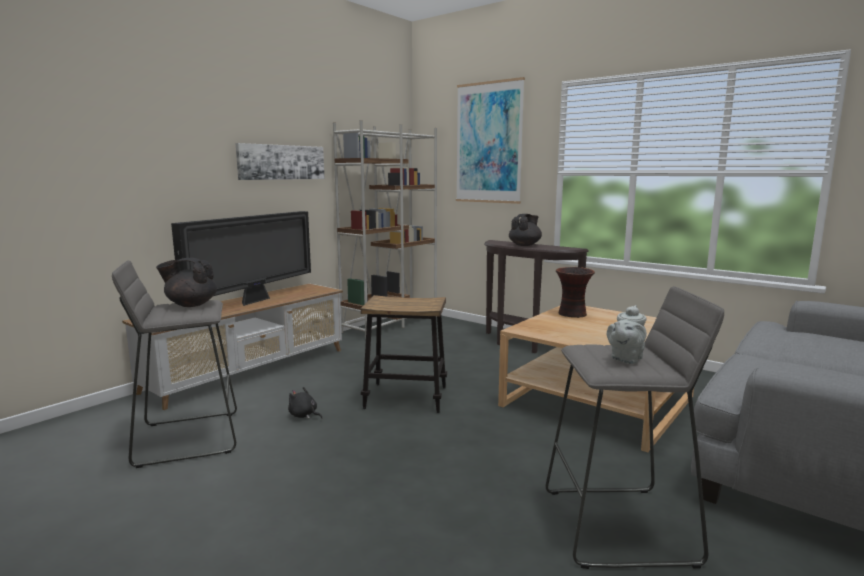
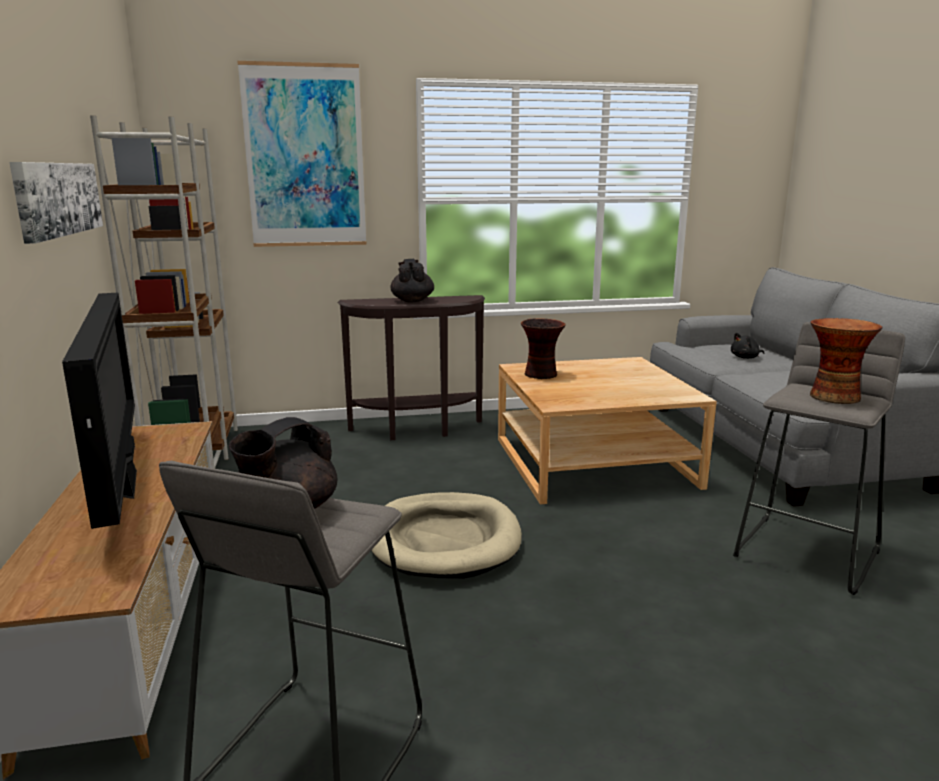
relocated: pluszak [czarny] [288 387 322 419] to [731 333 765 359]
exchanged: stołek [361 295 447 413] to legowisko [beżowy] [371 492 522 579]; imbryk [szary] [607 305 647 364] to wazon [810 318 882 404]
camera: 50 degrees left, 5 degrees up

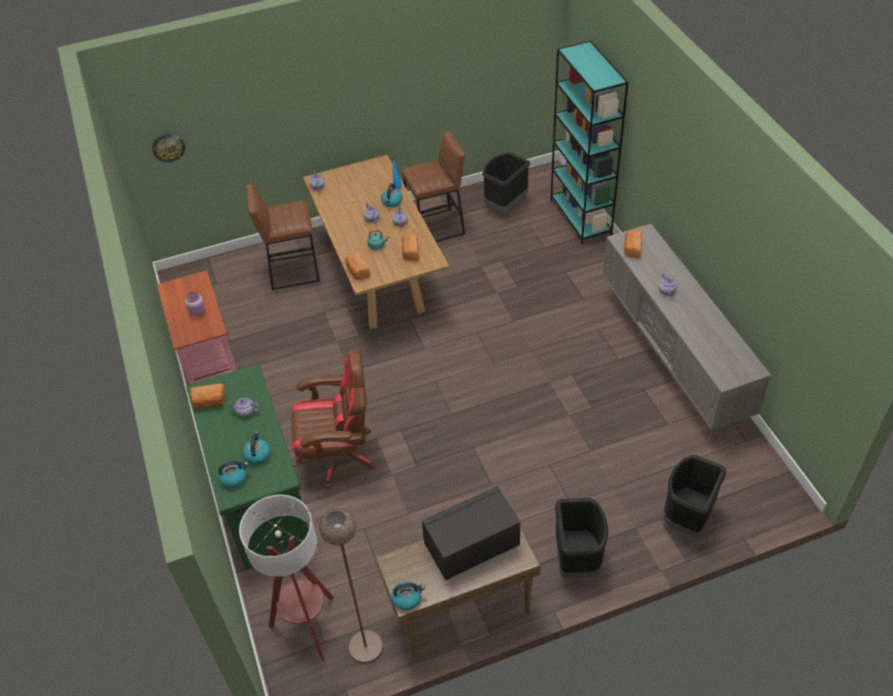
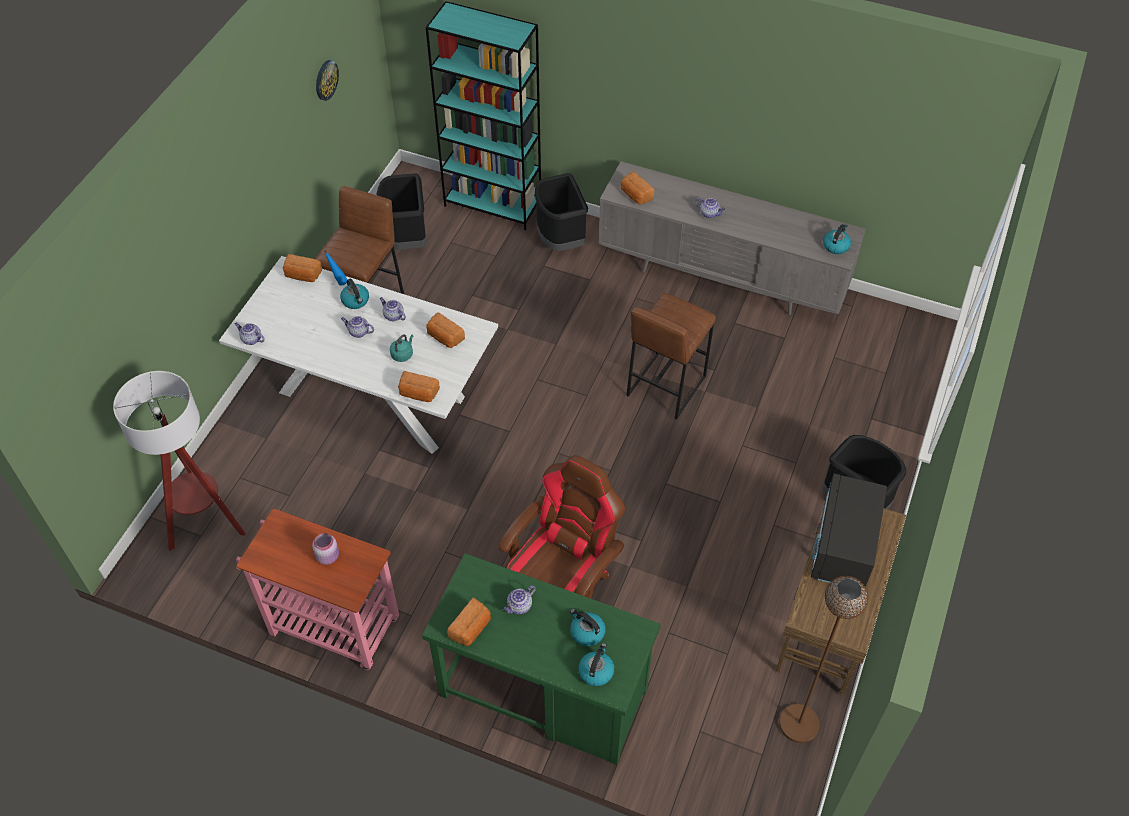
appeared: chleb [283 254 322 282]
relocated: zegar ścienny [152 134 185 162] to [316 60 339 101]; lampa stojąca [239 495 334 662] to [113 371 246 551]; stołek [brązowy] [246 184 320 290] to [626 293 716 419]; czajnik [391 581 425 611] to [823 224 851 254]; kosz na śmieci [czarny] [664 455 726 538] to [535 173 588 251]
colour: stół jadalny [brązowy] [303 155 449 329] to stół jadalny [biały] [219 256 498 454]
camera: 50 degrees left, 5 degrees up

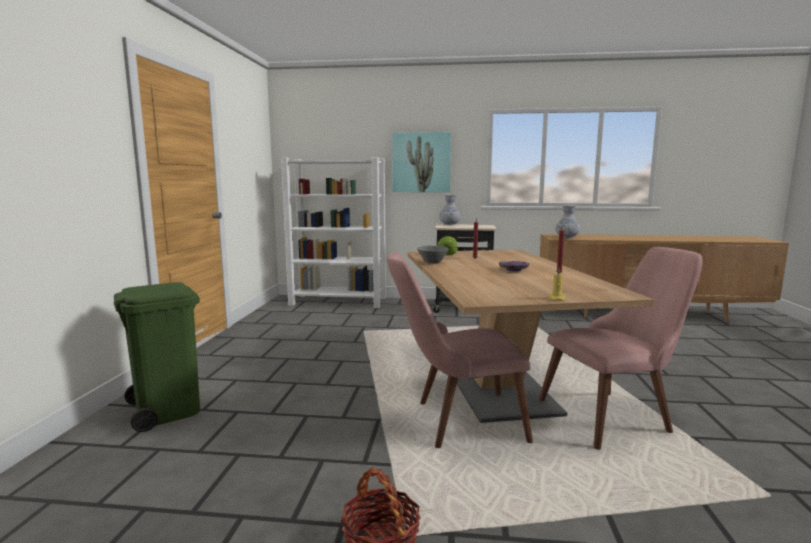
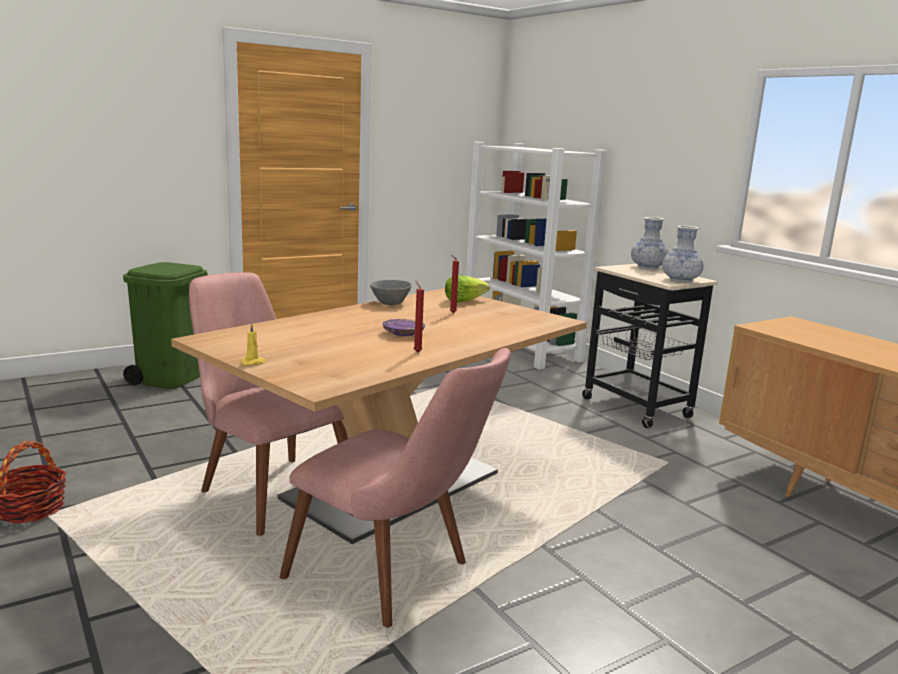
missing: obraz [392 132 451 192]
relocated: wazon [555 205 580 238] to [662 226 704 282]
camera: 50 degrees right, 5 degrees up

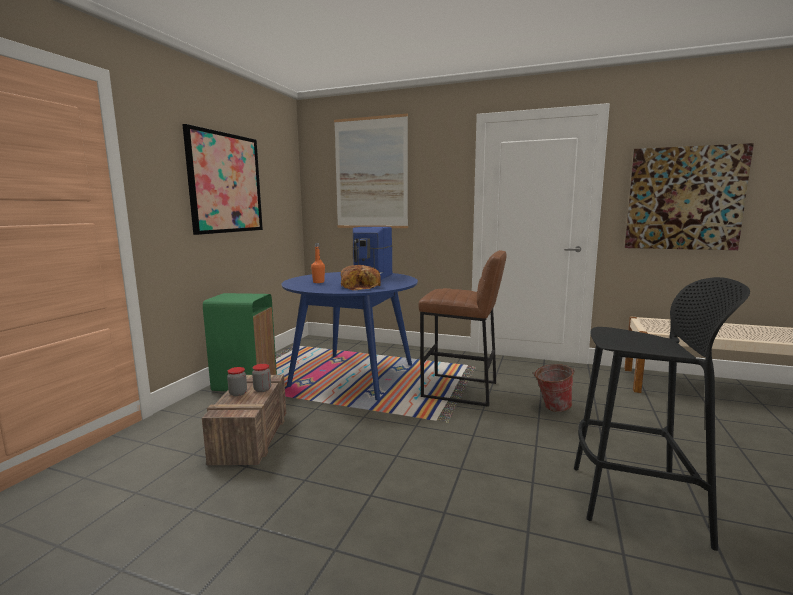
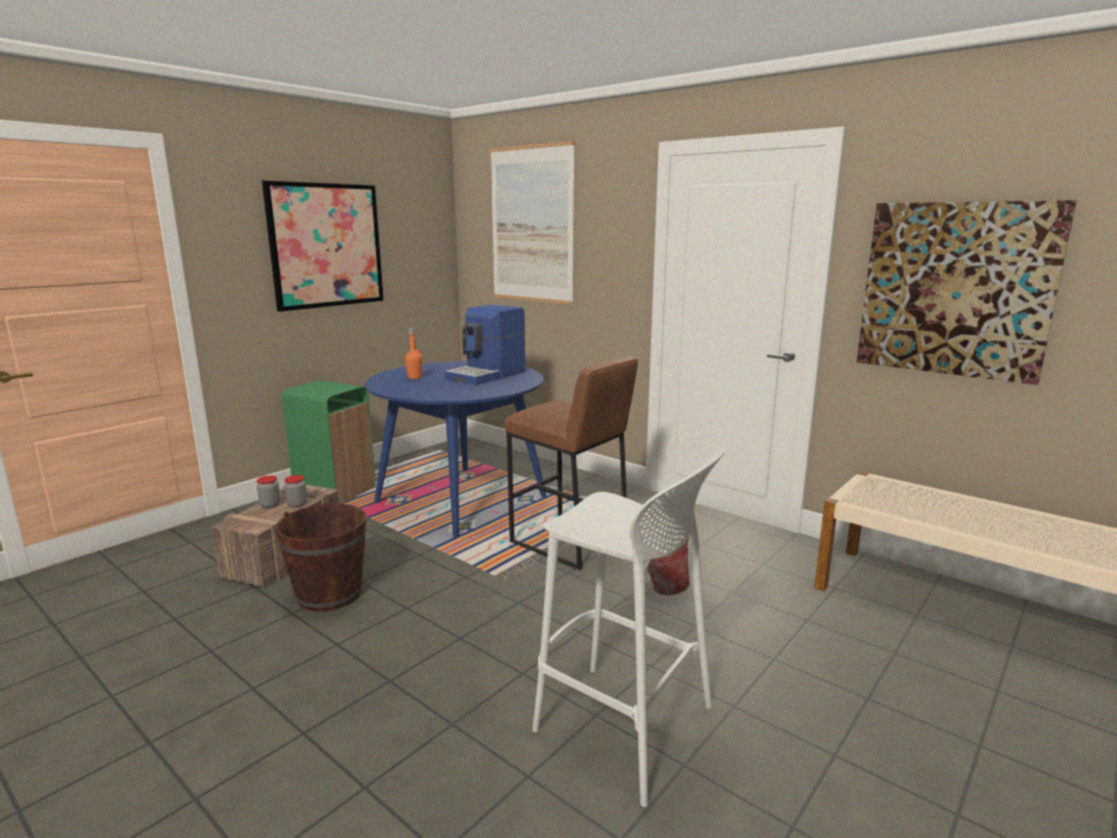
missing: chleb [340 265 381 290]
appeared: wiadro [brązowy] [275 504 367 612]
colour: stołek [czarny] [574 277 750 551] to stołek [biały] [532 448 727 807]
camera: 20 degrees right, 5 degrees up

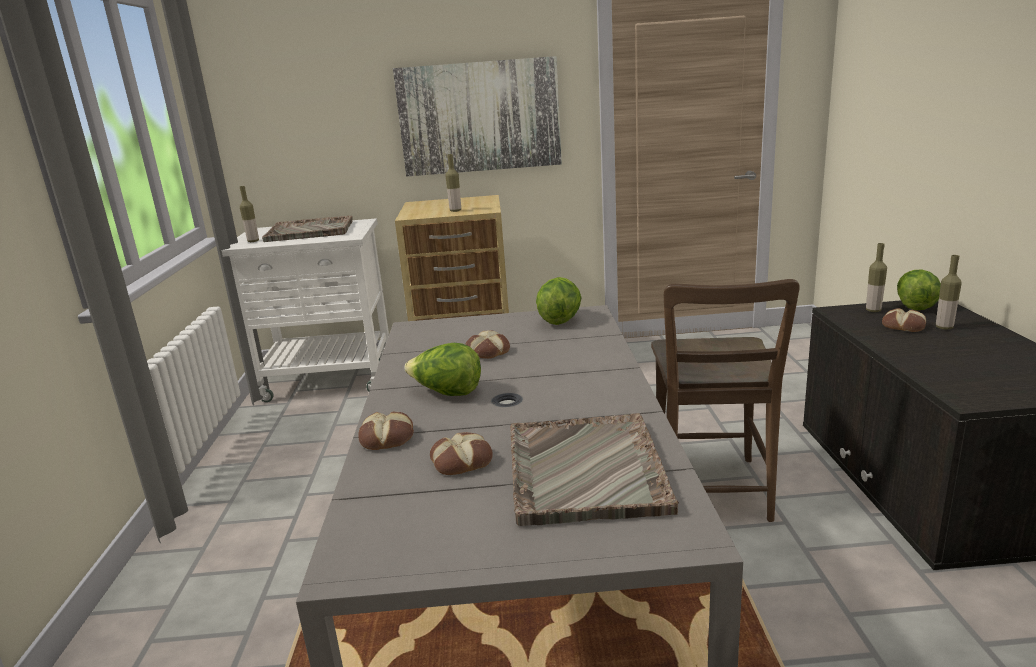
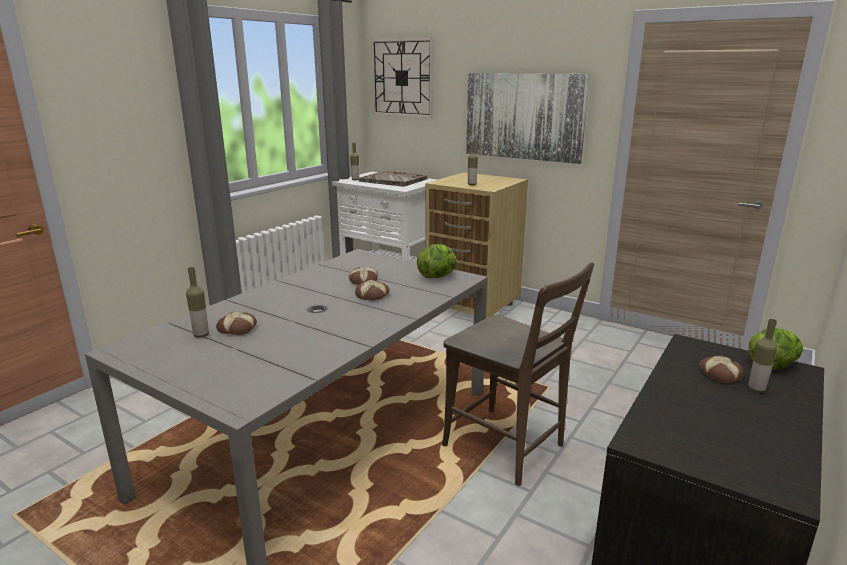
missing: sałata [404 343 481 396]; taca [szary] [510 413 679 526]
appeared: zegar ścienny [371 37 434 118]
relocated: chleb [358 412 414 450] to [355 280 389 301]; butelka [866 243 887 312] to [186 267 209 337]
spun: krzesło [brązowy] [651 279 800 522] = [442 262 594 486] 90 degrees counterclockwise
camera: 35 degrees right, 0 degrees up

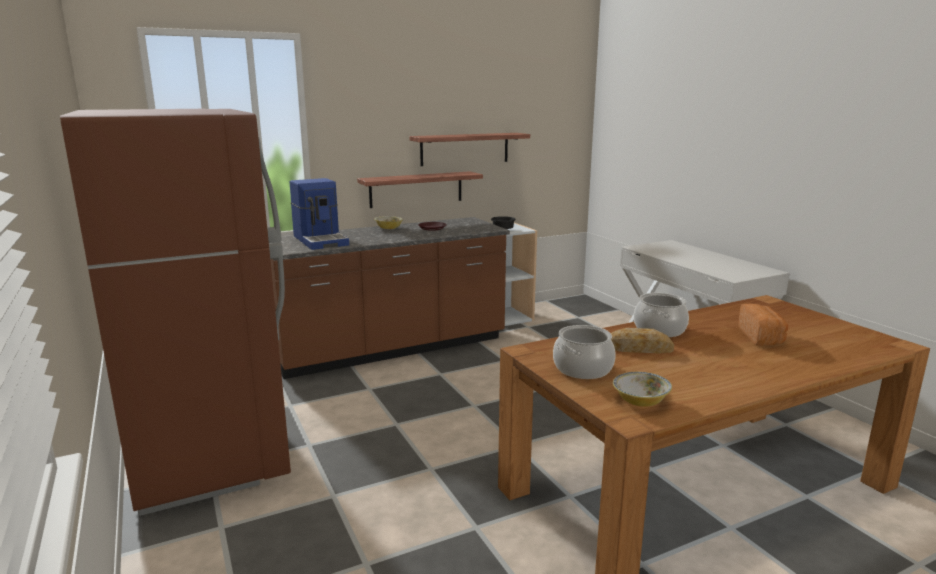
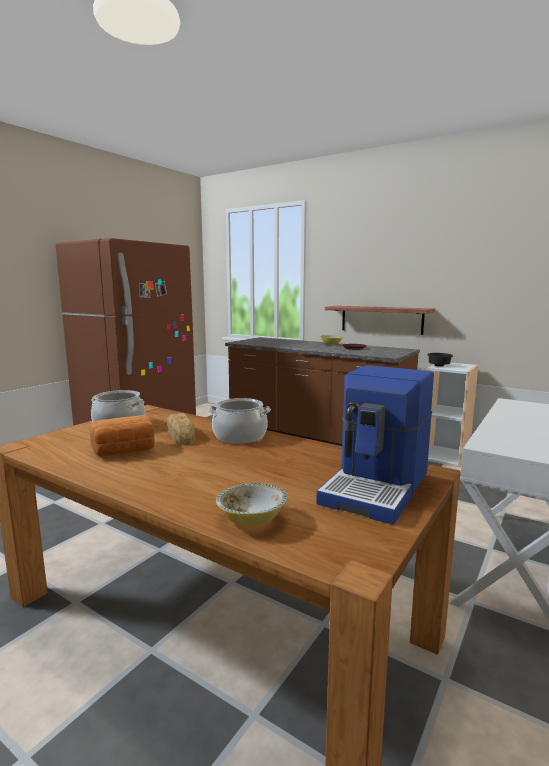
missing: półka [409 133 530 166]
relocated: ekspres do kawy [290 178 349 250] to [316 365 434 525]; miska [613 372 672 407] to [216 483 288 526]; chleb [739 304 788 346] to [89 415 155 457]
camera: 60 degrees right, 5 degrees down

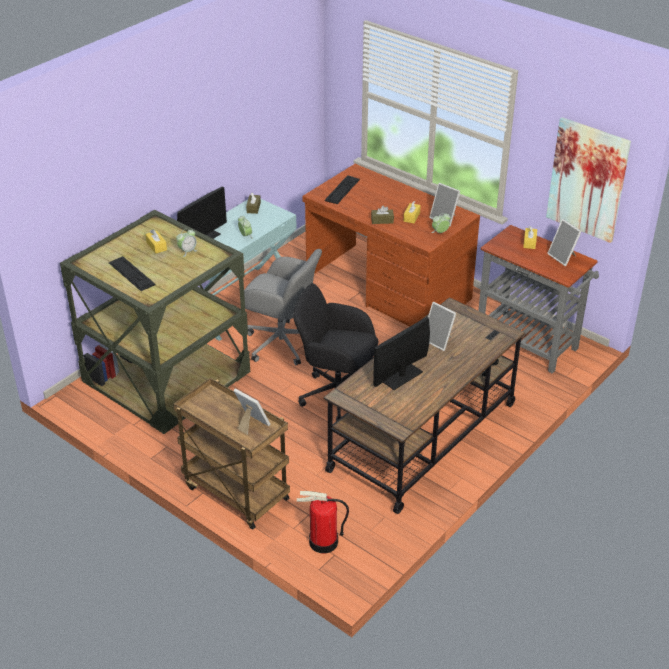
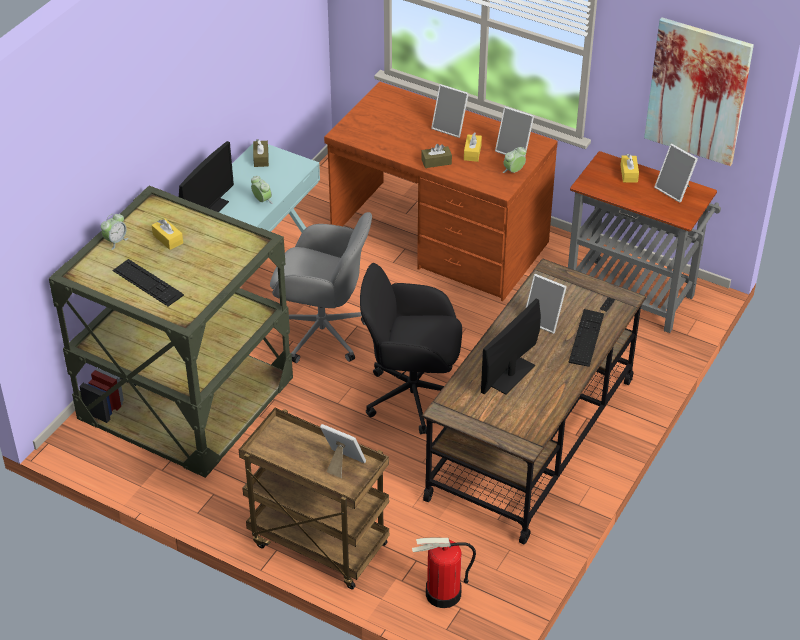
appeared: ramka na zdjęcie [431 84 469 138]
relocated: budzik [176 229 198 257] to [101 214 128 250]; klawiatura [325 175 360 204] to [569 309 604 367]
camera: 10 degrees left, 5 degrees up

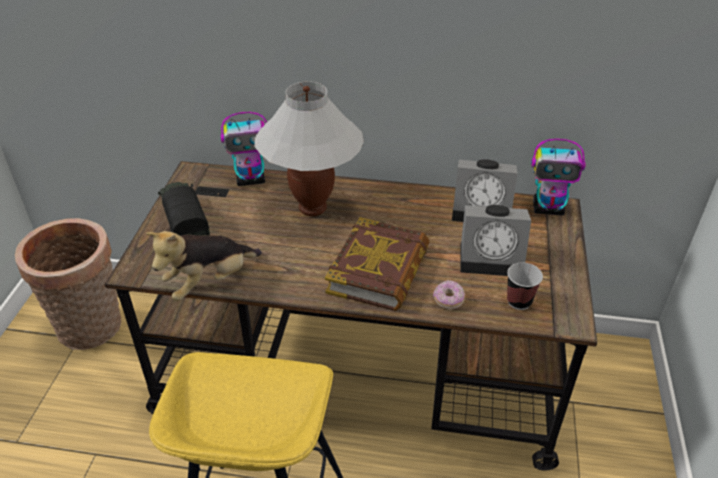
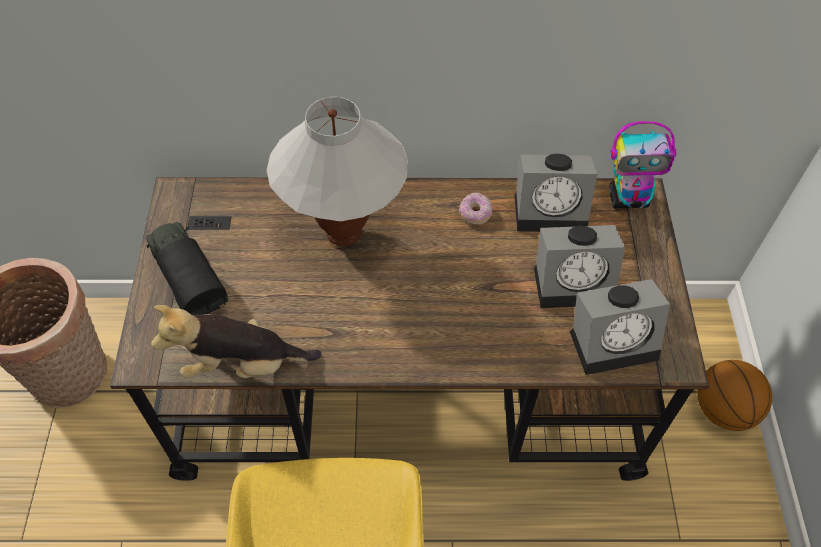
missing: robot zabawkowy [221 112 267 186]; książka [325 217 429 311]
appeared: piłka do koszykówki [697 360 772 431]
relocated: donut [433 280 465 309] to [459 193 493 224]
exchanged: filiżanka [507 263 543 310] to budzik [570 279 670 375]
spun: pluszak [146 231 262 301] = [151 305 322 378] 45 degrees clockwise
camera: 10 degrees left, 15 degrees up

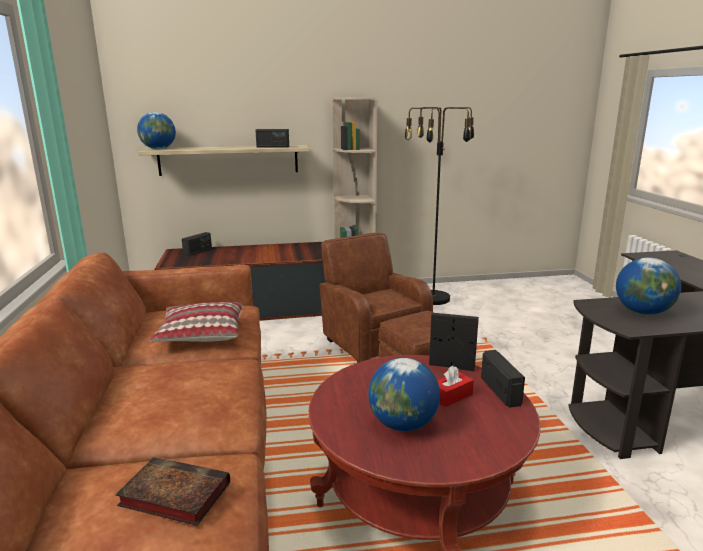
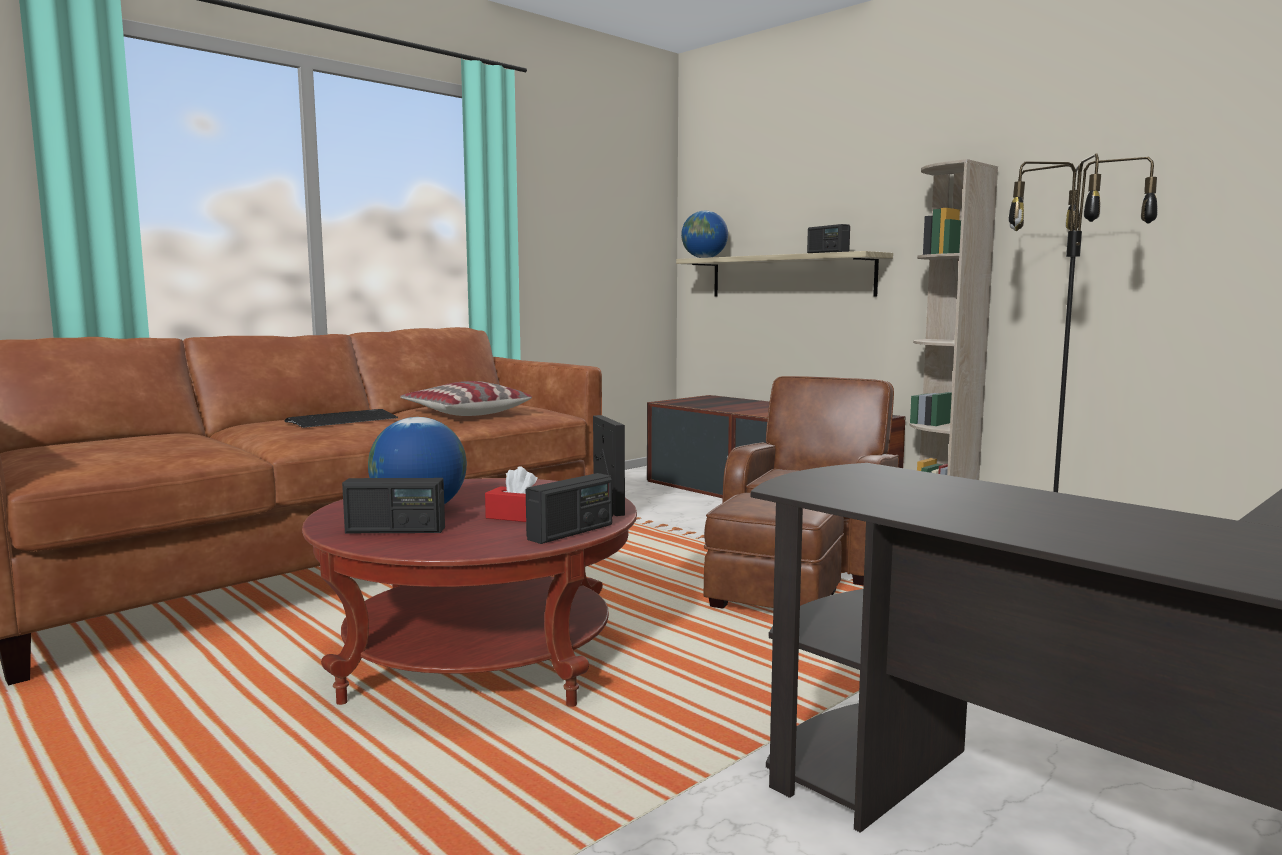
missing: książka [115 457 230 526]; globus [616 258 681 315]
appeared: klawiatura [284 409 398 428]
relocated: radio [182 232 212 256] to [342 478 445 533]
camera: 55 degrees right, 10 degrees down

